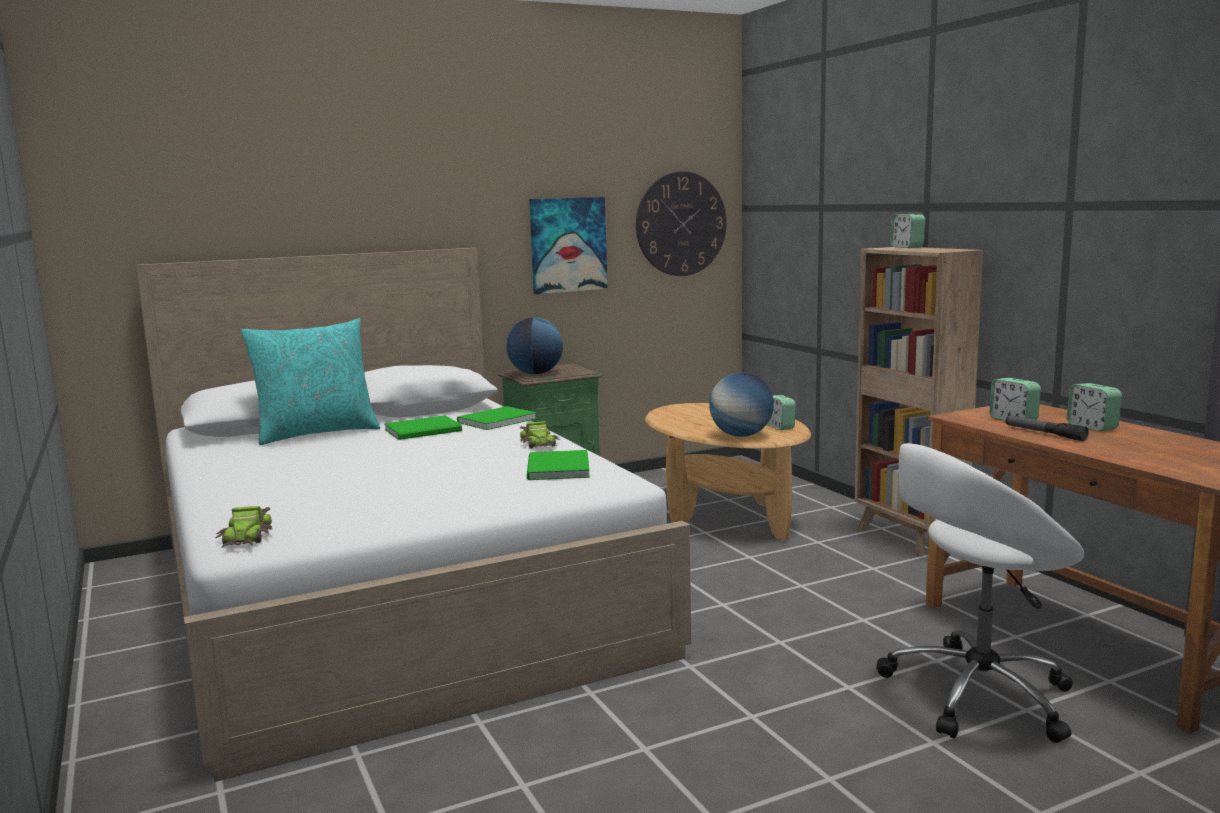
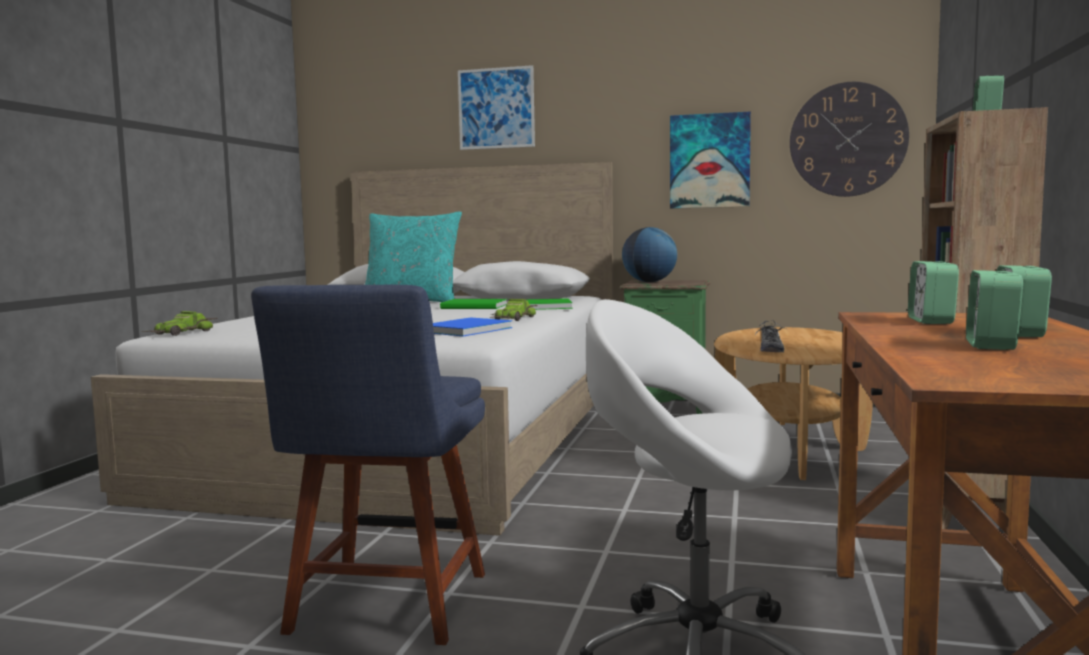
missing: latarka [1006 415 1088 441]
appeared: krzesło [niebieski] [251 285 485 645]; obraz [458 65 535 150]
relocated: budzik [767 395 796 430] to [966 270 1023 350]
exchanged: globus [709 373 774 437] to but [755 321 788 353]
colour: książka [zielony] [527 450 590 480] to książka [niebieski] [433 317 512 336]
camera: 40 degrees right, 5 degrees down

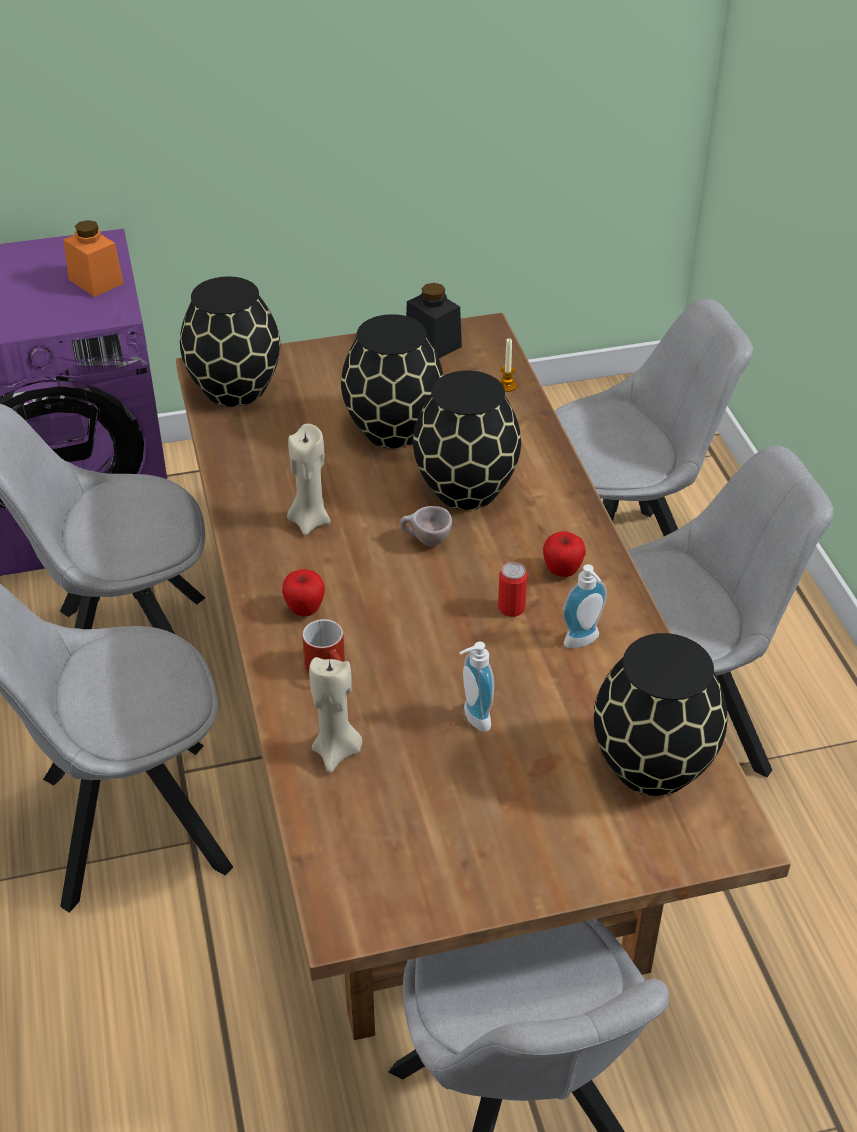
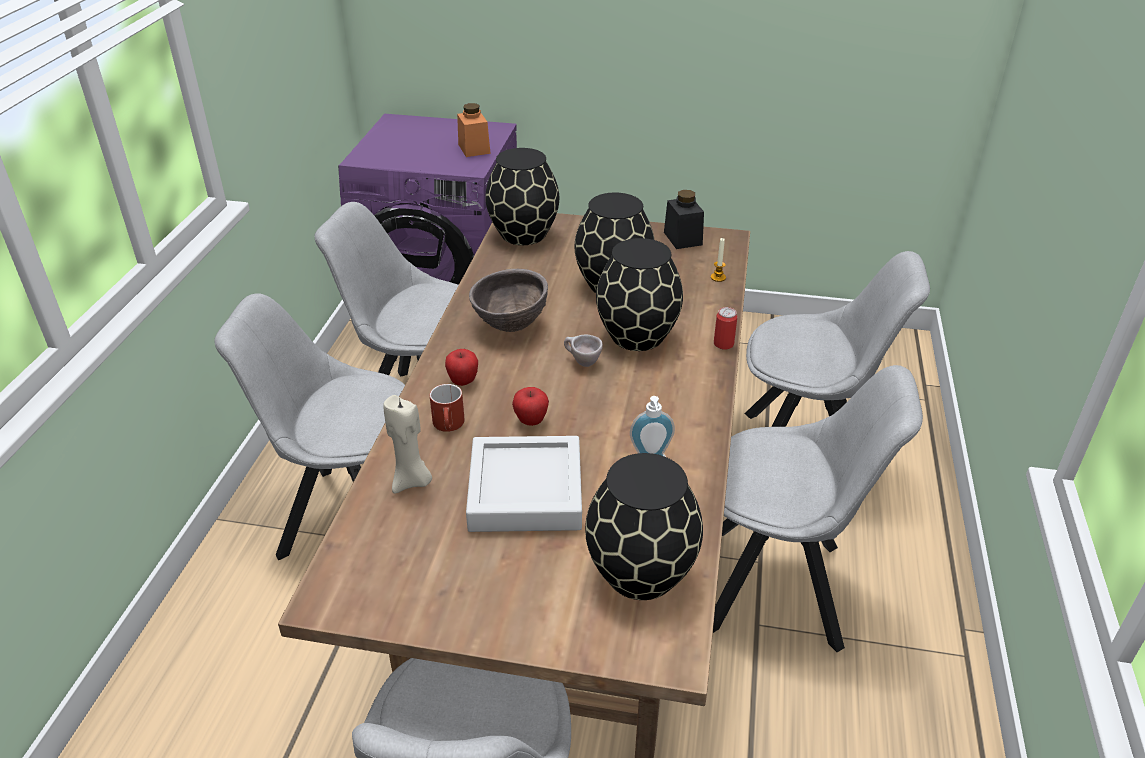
relocated: puszka [498 562 527 617] to [714 307 737 350]; jabłko [543 531 586 577] to [512 387 549 426]
exchanged: świeca [beżowy] [287 424 330 535] to miska [brązowy] [469 269 548 332]; dozownik mydła [459 642 495 732] to taca [szary] [466 436 582 532]
camera: 25 degrees right, 5 degrees down

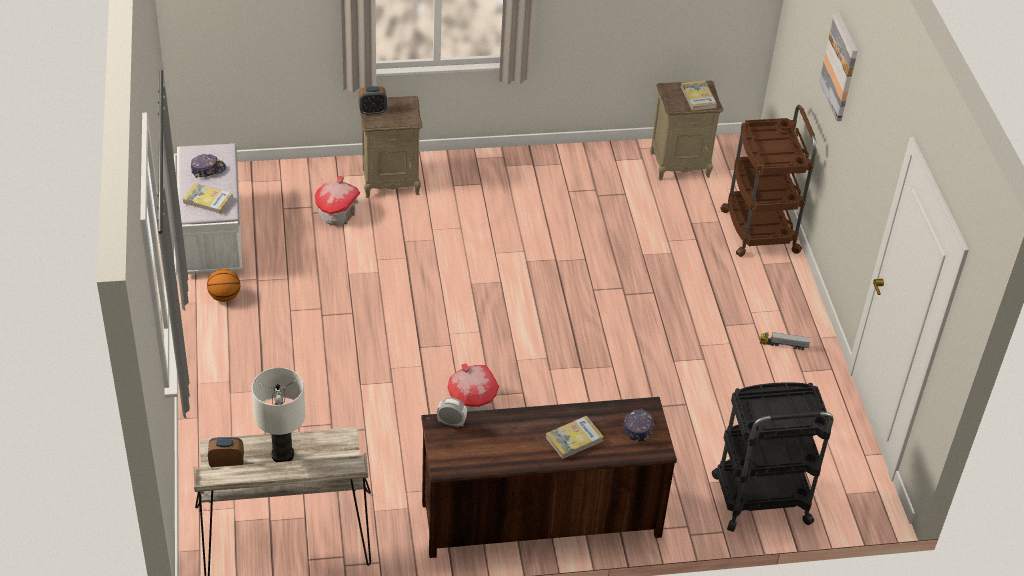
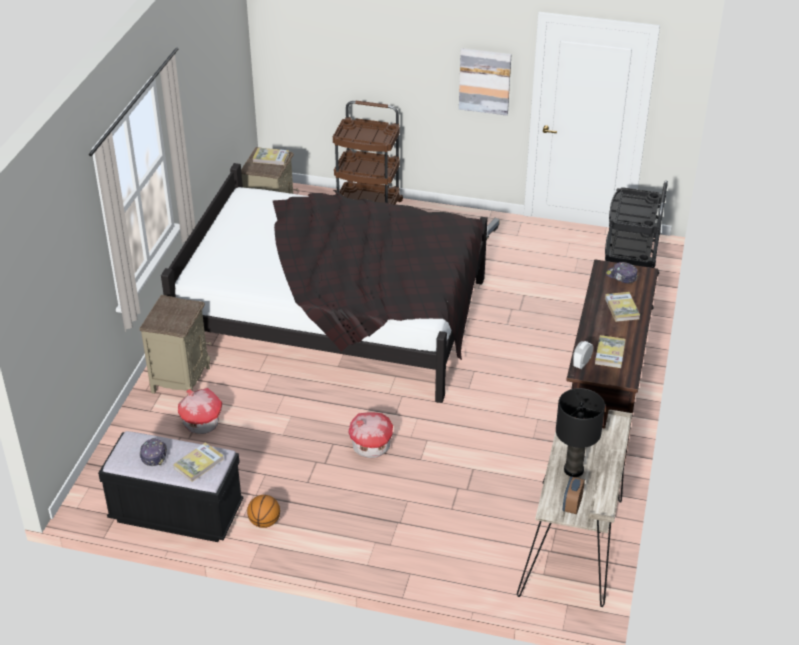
missing: budzik [359 86 387 115]
appeared: łóżko [czarny] [161 163 488 403]; książka [595 335 626 368]
relocated: domek [448 364 499 412] to [348 412 393 458]; obraz [819 12 858 121] to [459 48 511 116]
colour: ławka [biały] [177 144 242 274] to ławka [czarny] [98 431 243 542]; lampa stołowa [biały] [252 368 306 462] to lampa stołowa [czarny] [556 388 605 477]
camera: 65 degrees left, 5 degrees down

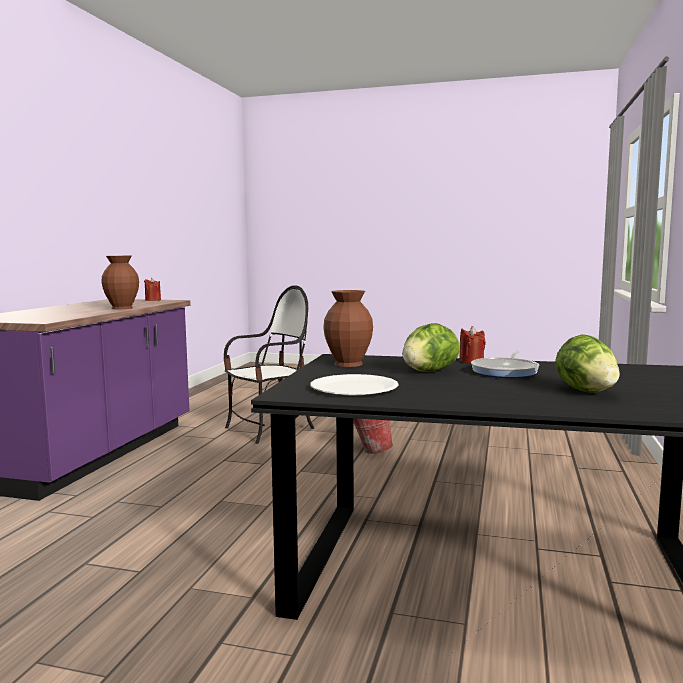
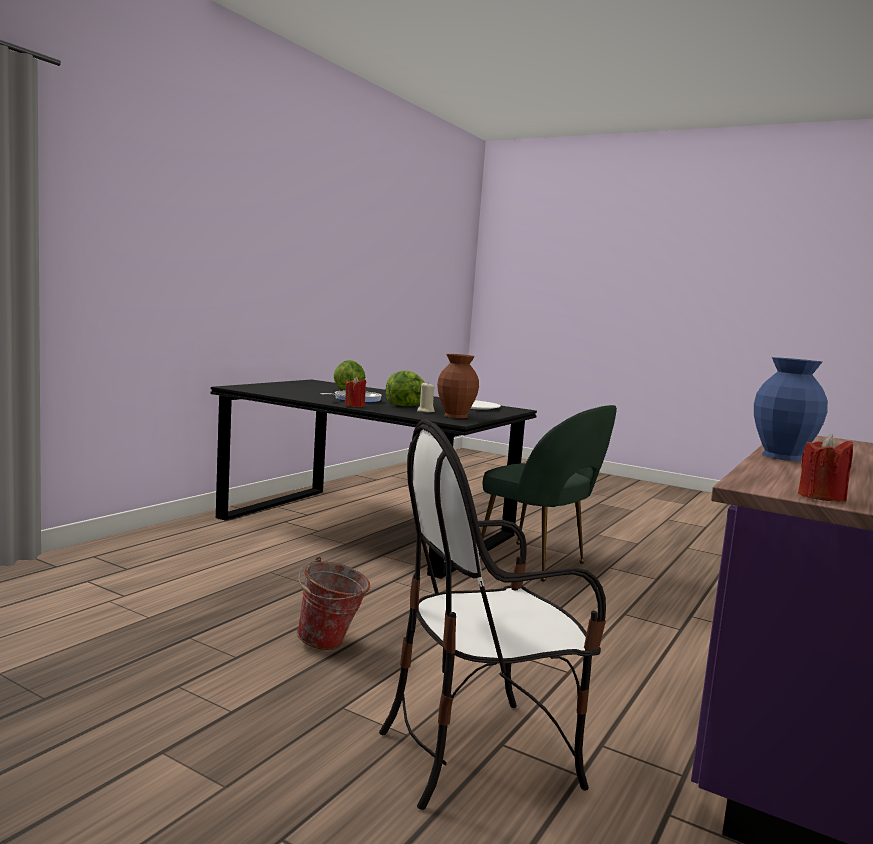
appeared: świeca [beżowy] [417 383 435 412]; krzesło [zielony] [478 405 617 582]
colour: wazon [brązowy] [101 256 139 309] to wazon [niebieski] [754 357 828 461]
camera: 165 degrees left, 0 degrees up

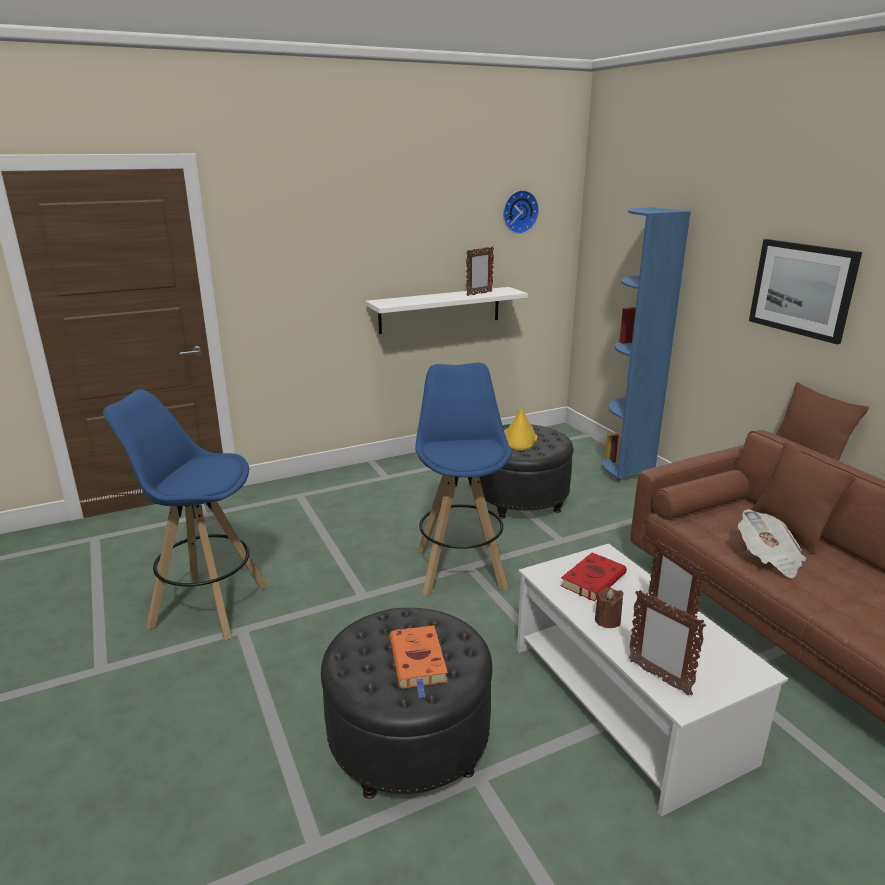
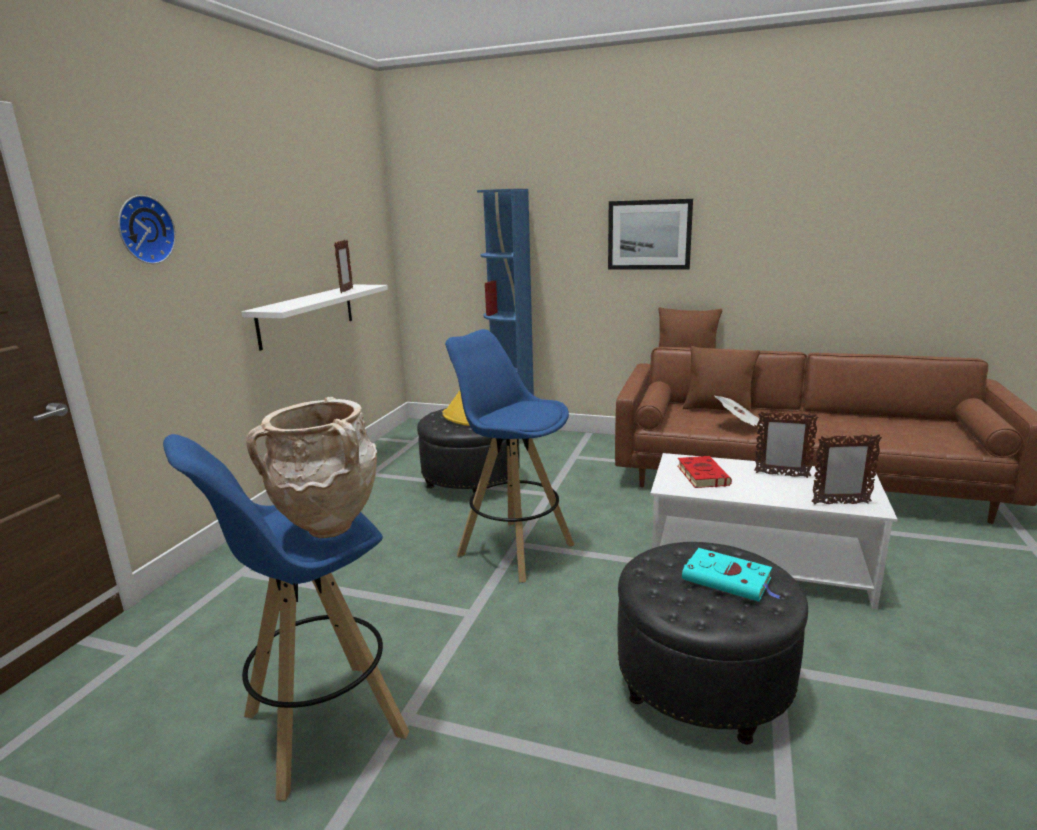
missing: świeca [brązowy] [595 587 623 628]
appeared: wazon [beżowy] [246 397 377 538]
relocated: zegar ścienny [503 190 539 234] to [118 195 176 264]
colour: książka [pomarańczowy] [390 625 448 698] to książka [turkusowy] [682 548 780 602]
camera: 45 degrees left, 5 degrees down

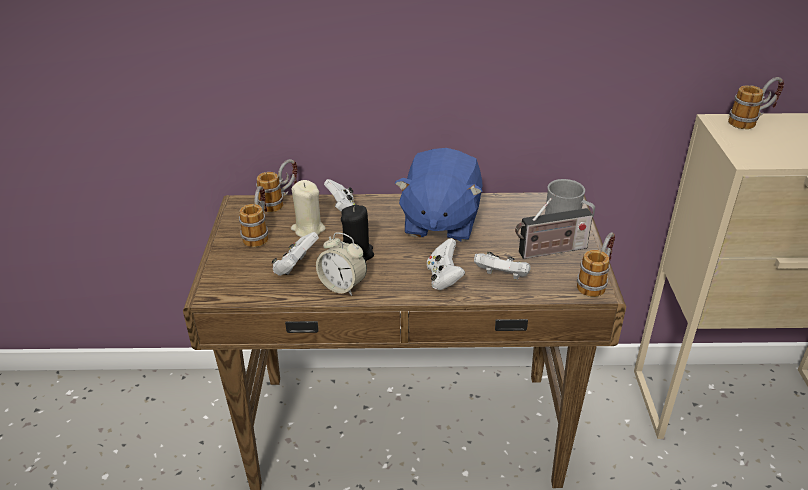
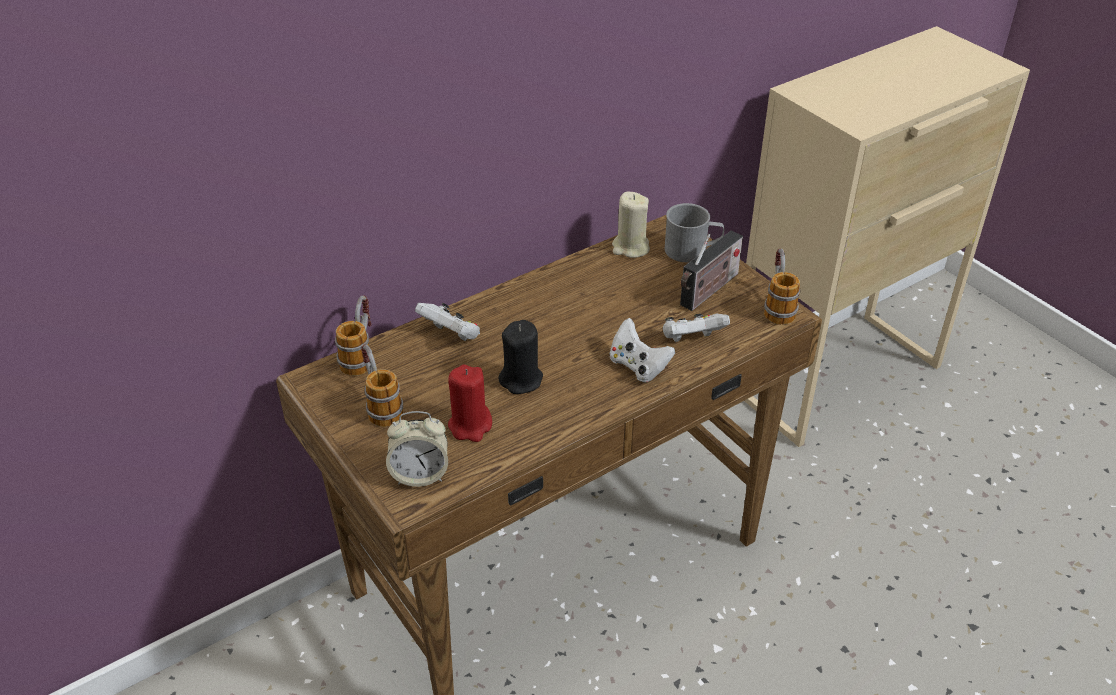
missing: pluszak [niebieski] [395 148 483 242]; kubek [728 77 784 129]
relocated: świeca [beżowy] [291 180 326 237] to [612 192 650 258]; budzik [316 233 367 296] to [386 411 448 487]
exchanged: pad do gier [biały] [271 232 319 276] to świeca [czerwony] [448 365 492 442]
camera: 35 degrees left, 5 degrees up

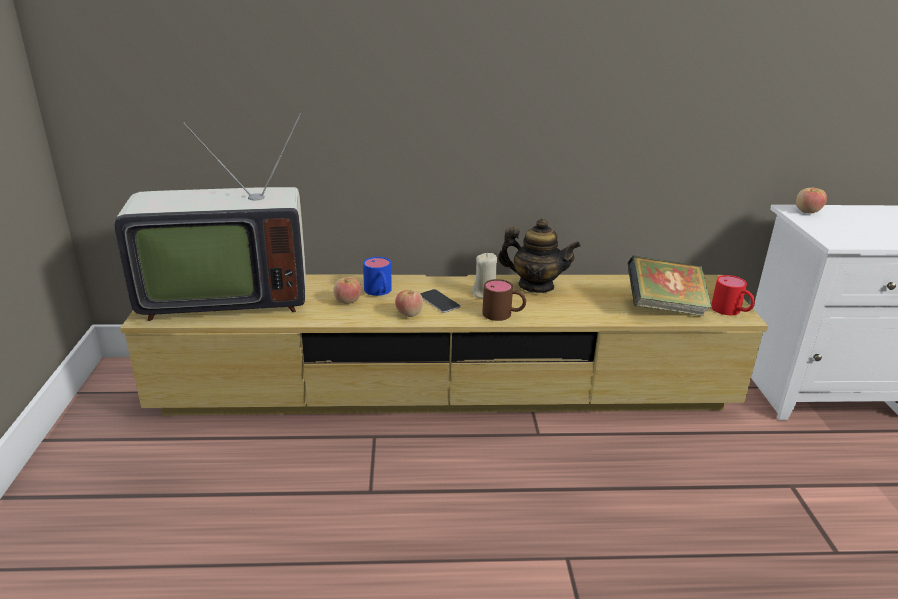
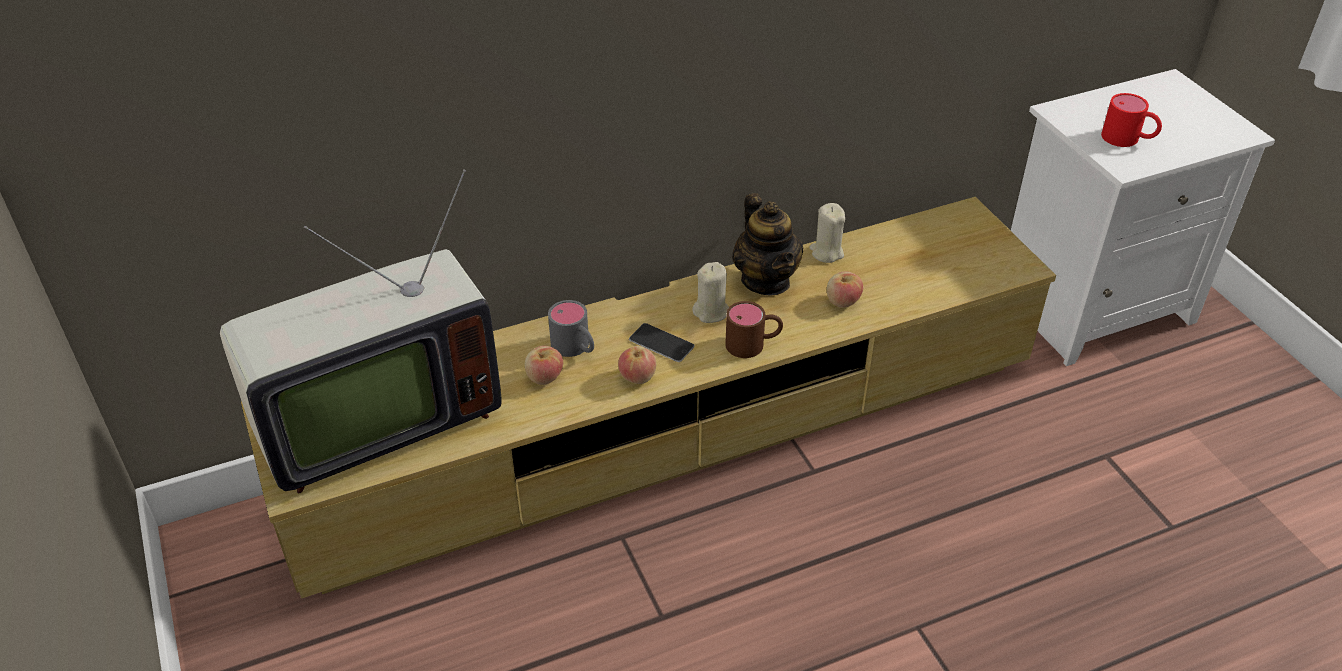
missing: książka [628 256 712 316]
appeared: świeca [beżowy] [809 203 845 263]
relocated: kubek [czerwony] [711 275 755 315] to [1101 93 1162 147]; jabłko [796 188 827 214] to [827 271 863 308]
colour: kubek [niebieski] [363 257 392 296] to kubek [szary] [548 300 594 357]
spun: imbryk [498 218 581 293] = [732 193 804 296] 75 degrees clockwise
camera: 20 degrees left, 15 degrees up

